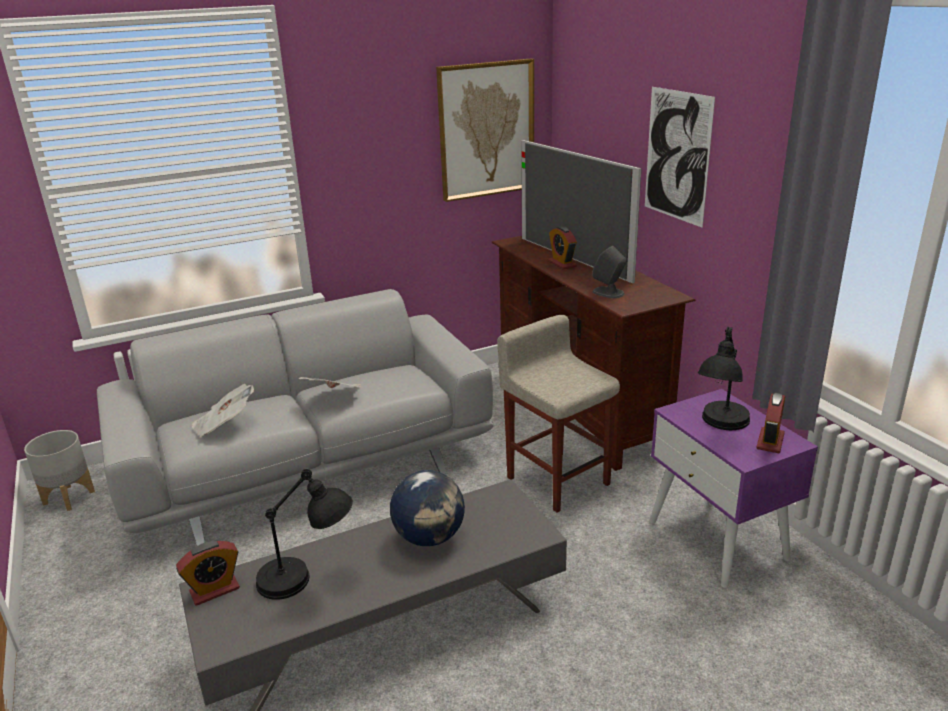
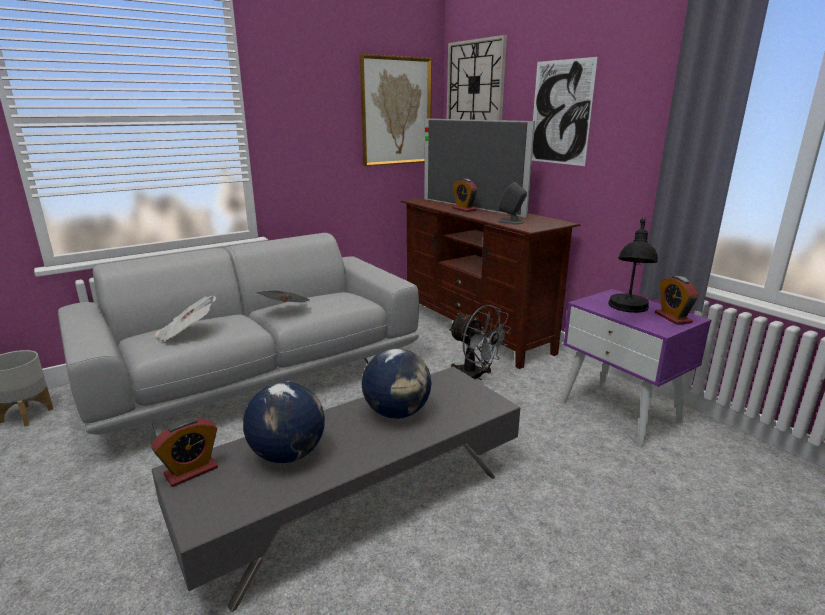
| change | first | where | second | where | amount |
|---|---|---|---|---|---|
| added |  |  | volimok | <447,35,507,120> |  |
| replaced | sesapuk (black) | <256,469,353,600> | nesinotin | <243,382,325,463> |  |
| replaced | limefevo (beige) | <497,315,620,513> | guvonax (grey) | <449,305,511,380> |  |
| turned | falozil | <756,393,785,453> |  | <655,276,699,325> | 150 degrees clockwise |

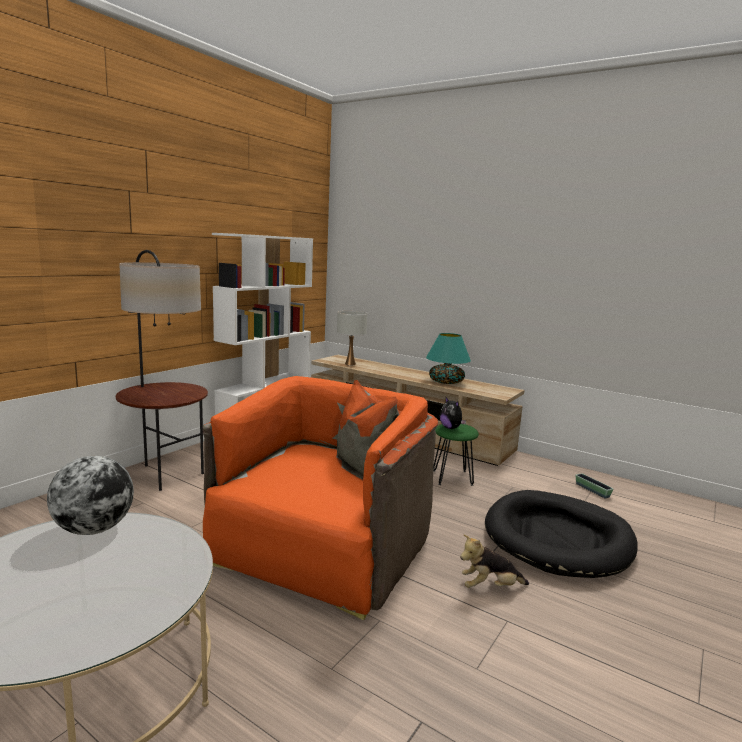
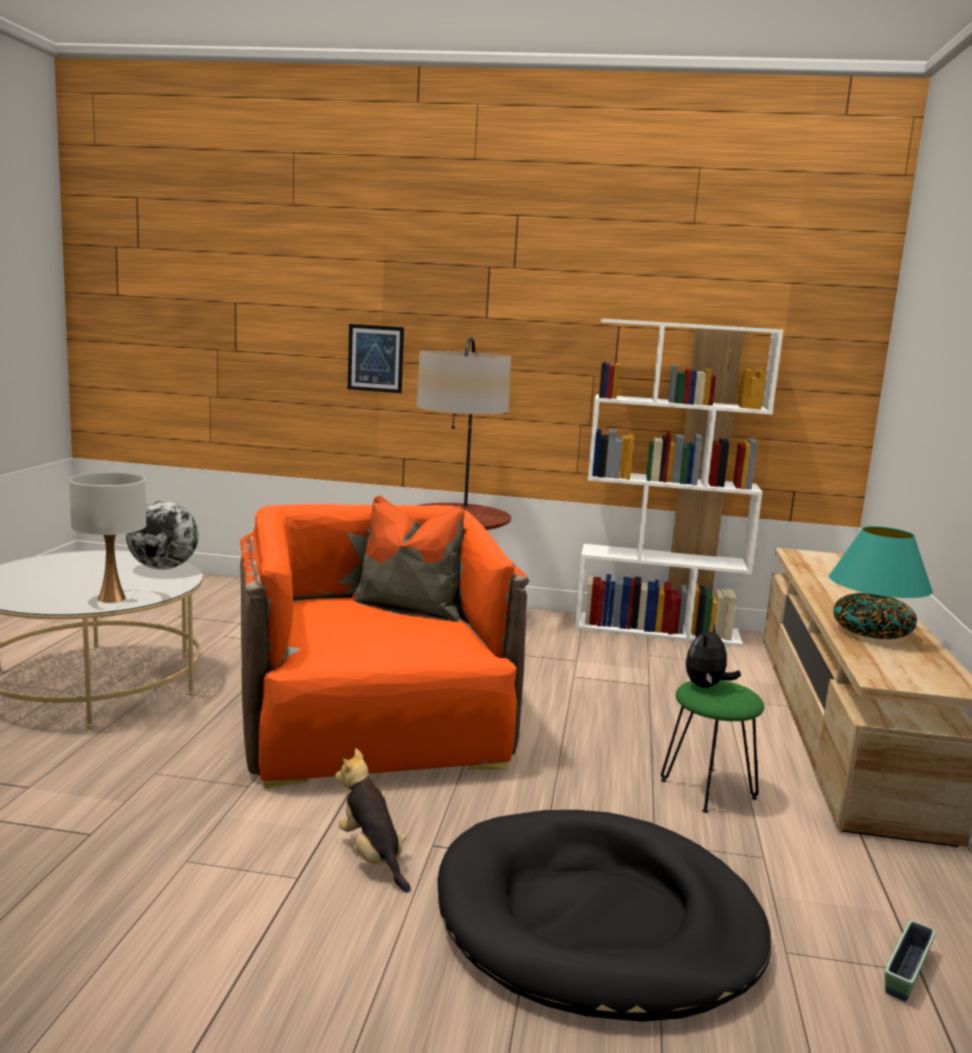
| change | first | where | second | where | amount |
|---|---|---|---|---|---|
| added |  |  | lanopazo | <348,324,404,393> |  |
| moved | sesapuk (white) | <337,311,367,366> |  | <69,472,146,603> |  |
| turned | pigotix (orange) | <202,376,438,621> |  | <240,496,529,789> | 105 degrees counterclockwise |

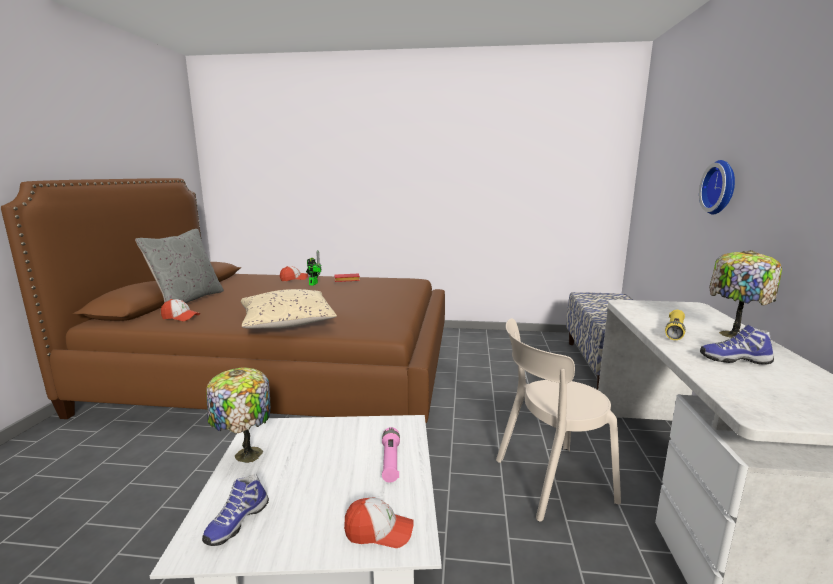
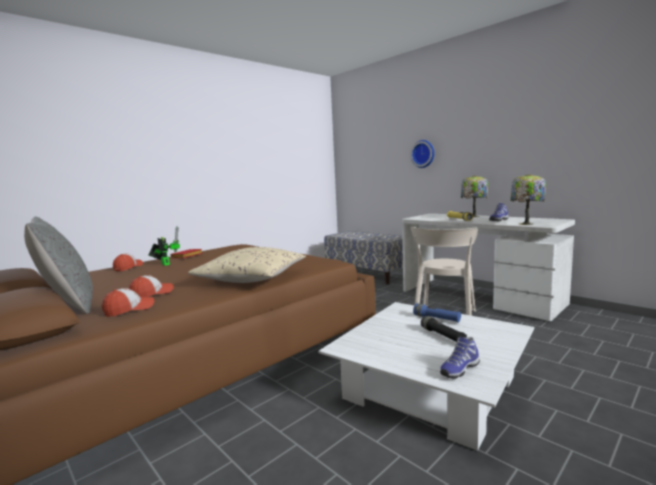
| change | first | where | second | where | amount |
|---|---|---|---|---|---|
| added |  |  | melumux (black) | <421,316,467,342> |  |
| moved | sesapuk | <206,367,271,463> |  | <510,174,546,225> |  |
| moved | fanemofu | <344,497,414,548> |  | <128,275,173,297> |  |
| recoloured | melumux (pink) | <382,427,400,482> | melumux (blue) | <413,304,461,323> |  |
| turned | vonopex | <202,474,269,546> |  | <440,337,480,379> | 75 degrees clockwise |

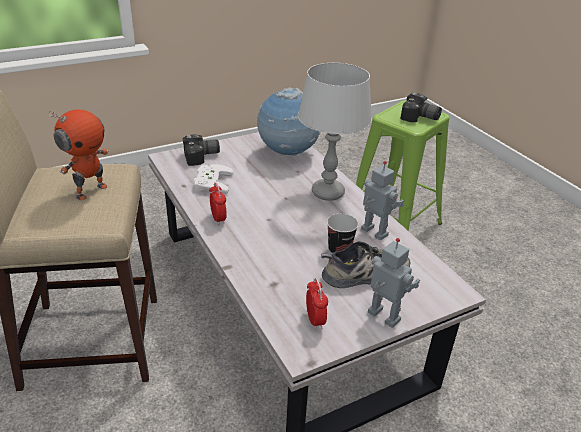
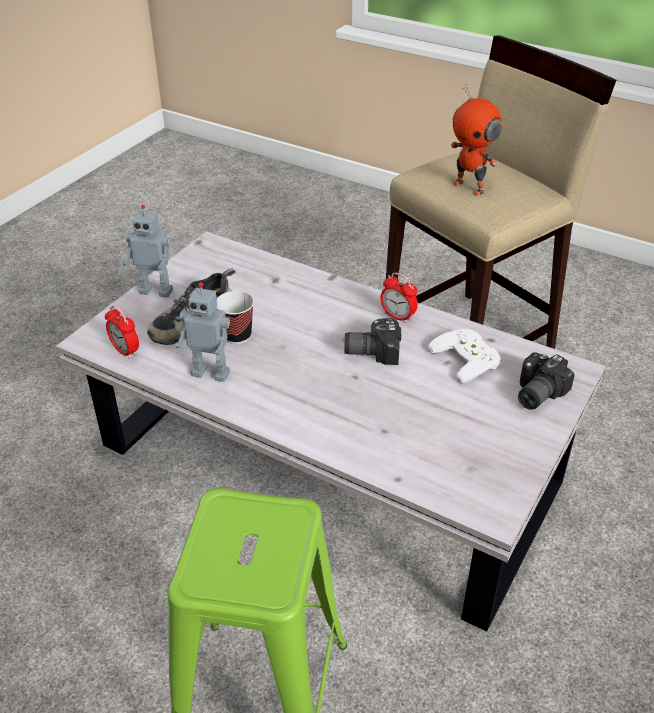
| change | first | where | second | where | amount |
|---|---|---|---|---|---|
| removed | nesinotin | <257,87,321,156> |  |  |  |
| removed | sesapuk (grey) | <298,63,372,201> |  |  |  |
| moved | falozil | <306,278,328,330> |  | <105,306,139,359> |  |
| moved | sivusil | <400,92,442,122> |  | <344,318,401,365> |  |
| turned | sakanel | <49,109,108,200> |  | <451,84,502,196> | 45 degrees counterclockwise |

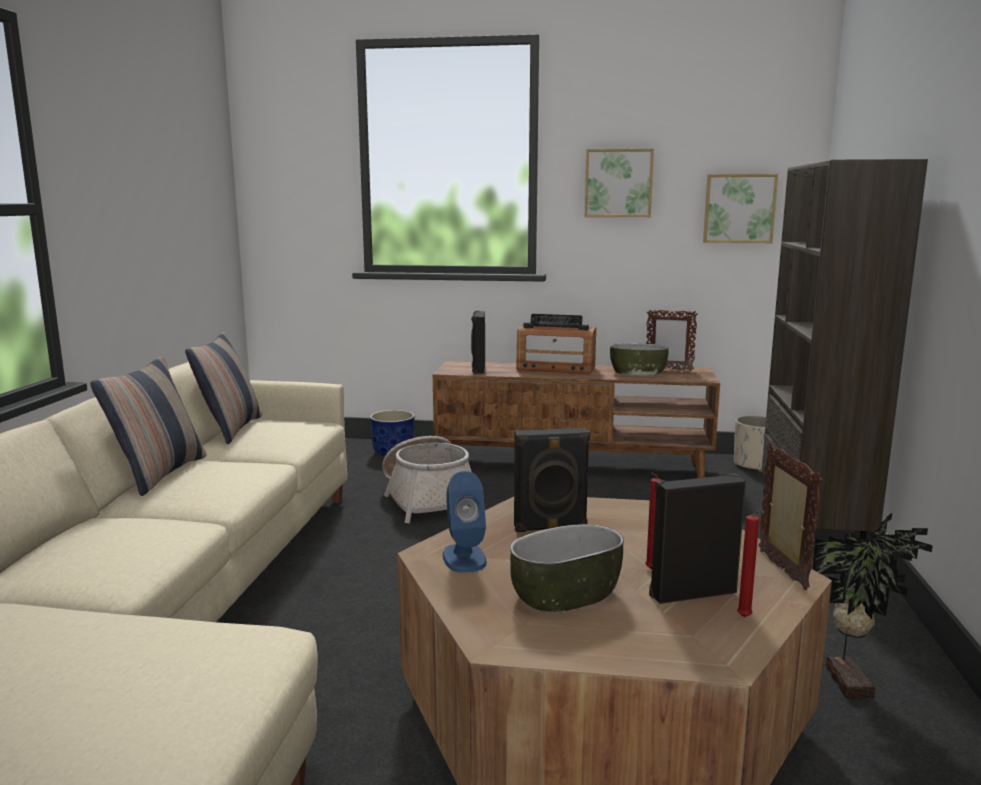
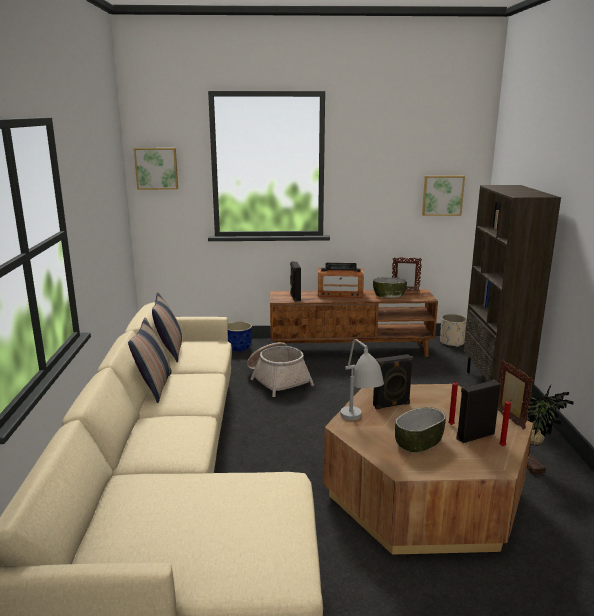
| change | first | where | second | where | amount |
|---|---|---|---|---|---|
| moved | lanopazo | <585,149,654,217> |  | <134,148,178,190> |  |
| replaced | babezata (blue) | <443,471,487,573> | sesapuk (grey) | <340,339,384,420> |  |

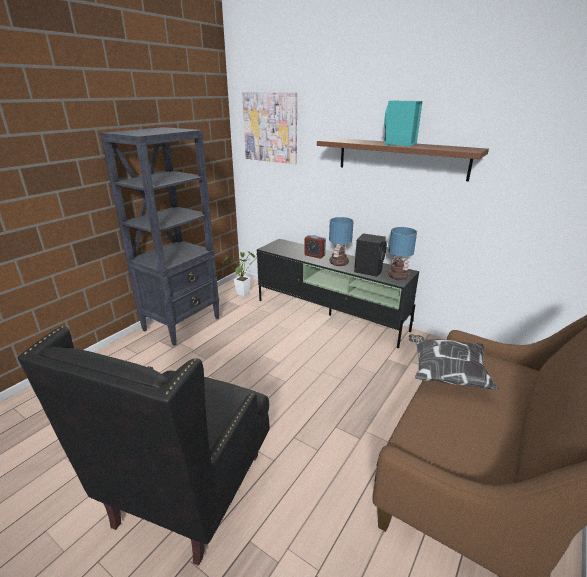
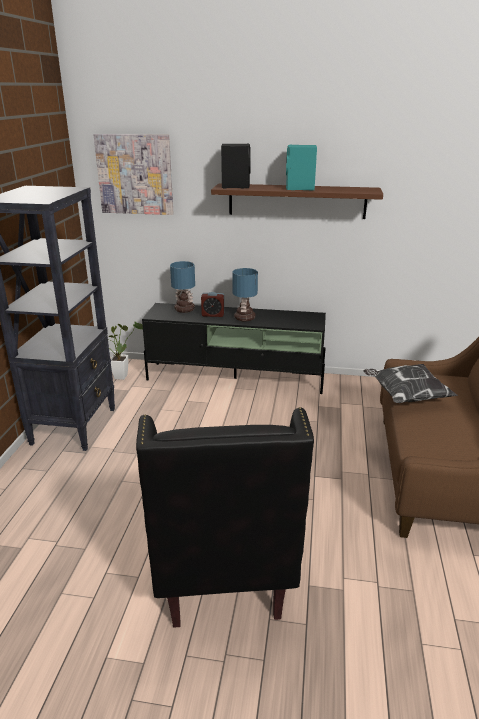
| change | first | where | second | where | amount |
|---|---|---|---|---|---|
| moved | babezata (black) | <354,233,387,277> |  | <221,144,251,188> |  |
| moved | sesapuk | <388,227,417,280> |  | <170,261,195,313> |  |

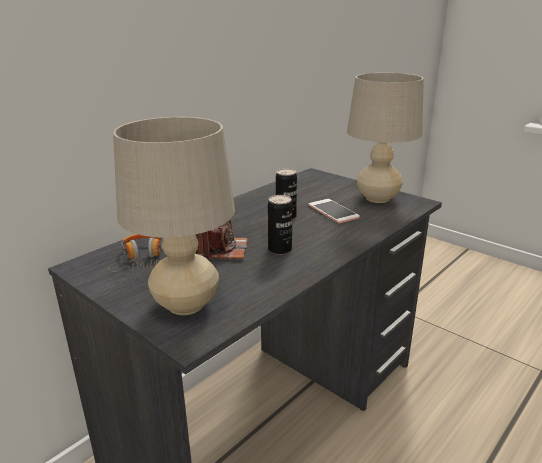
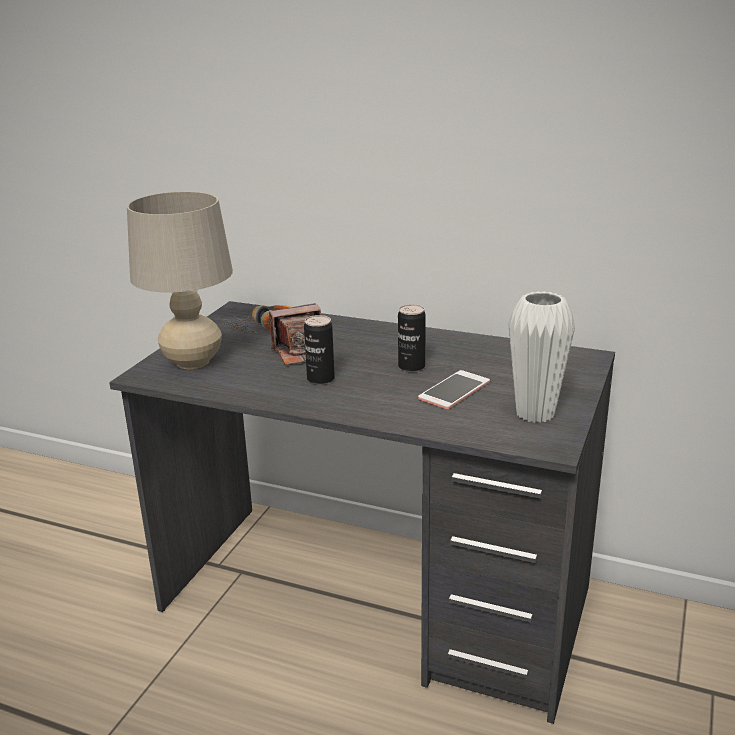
| change | first | where | second | where | amount |
|---|---|---|---|---|---|
| replaced | sesapuk (beige) | <347,73,424,203> | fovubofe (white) | <508,291,575,423> |  |

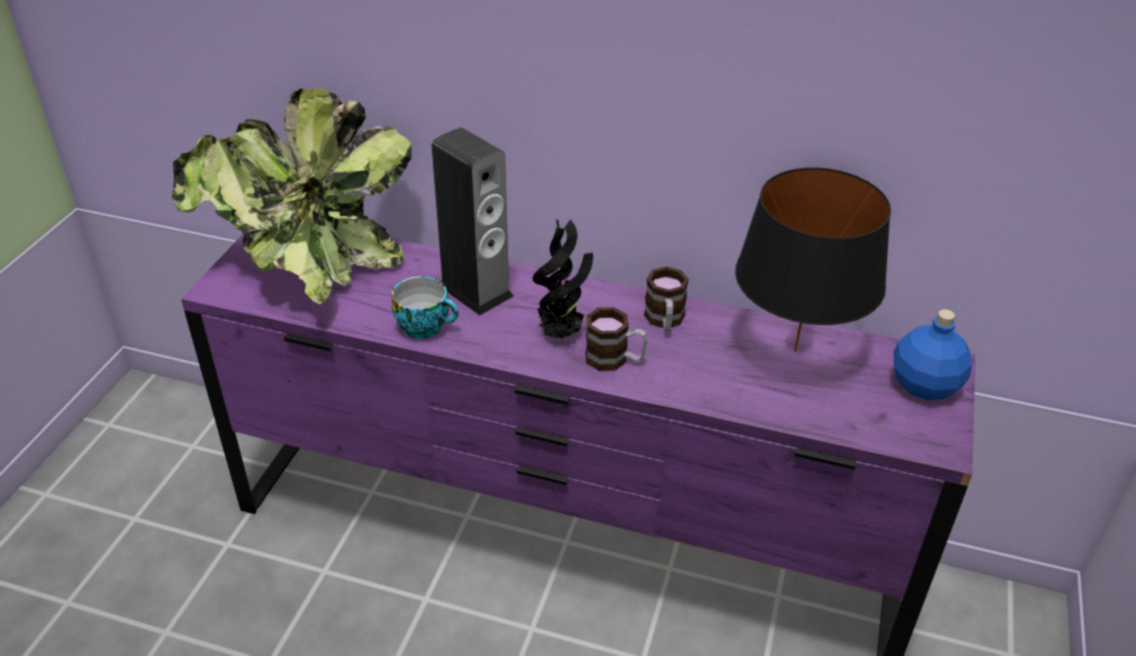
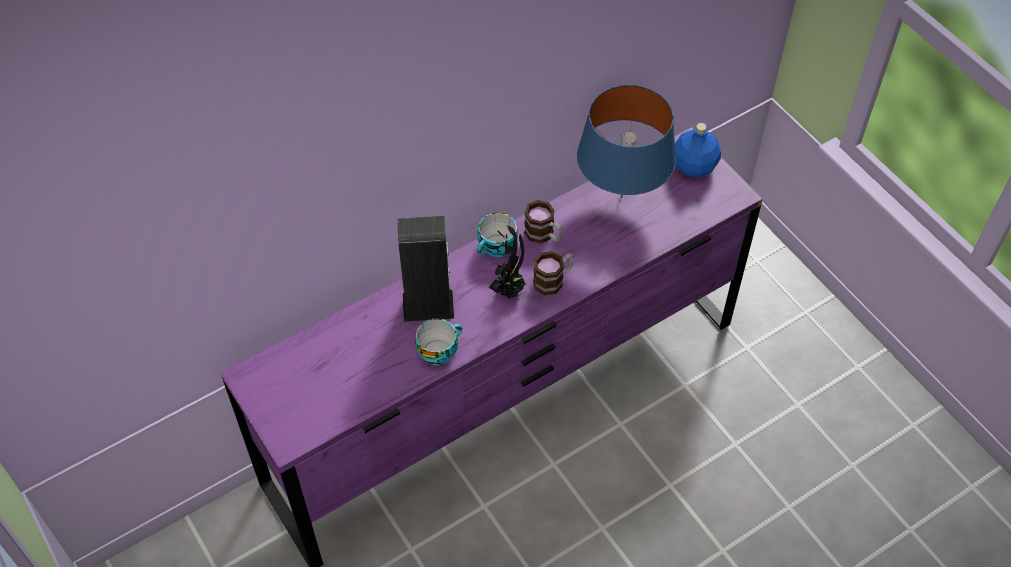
| change | first | where | second | where | amount |
|---|---|---|---|---|---|
| removed | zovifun | <172,88,412,304> |  |  |  |
| added |  |  | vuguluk | <477,212,518,257> |  |
| recoloured | sesapuk (black) | <735,167,891,352> | sesapuk (blue) | <577,85,676,198> |  |

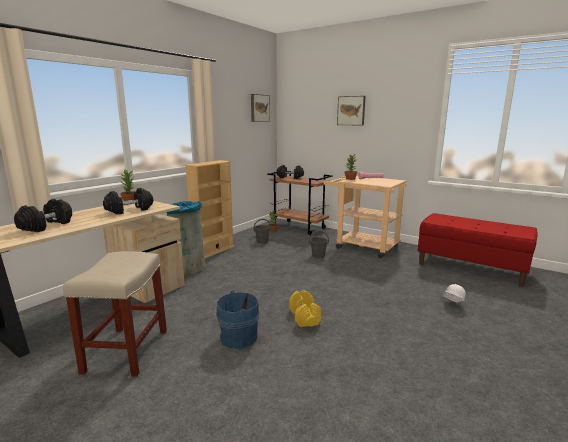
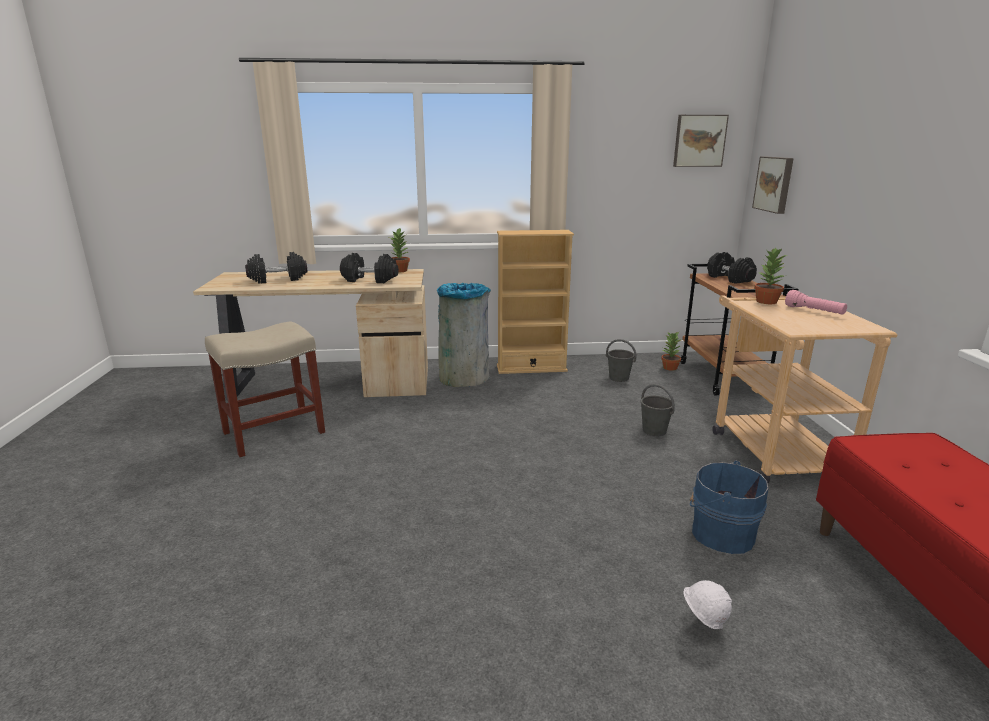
| change | first | where | second | where | amount |
|---|---|---|---|---|---|
| removed | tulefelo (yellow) | <289,290,322,327> |  |  |  |
| moved | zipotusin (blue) | <214,291,259,349> |  | <690,460,769,554> |  |
| moved | lanopazo | <337,96,365,126> |  | <752,156,794,214> |  |

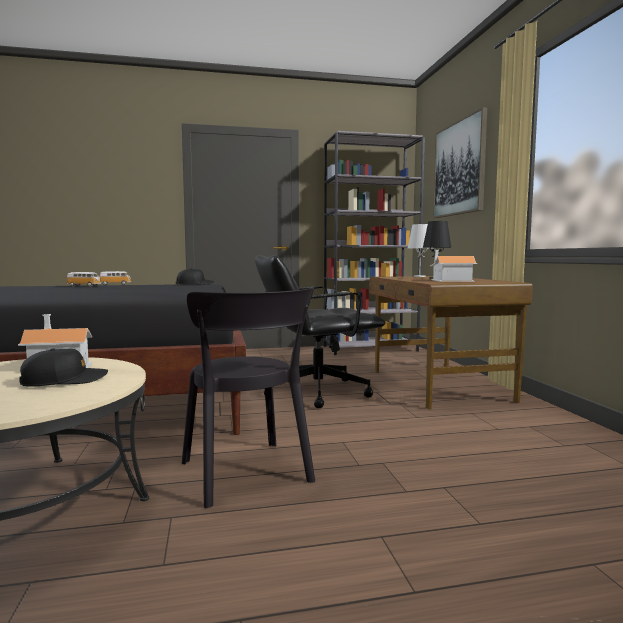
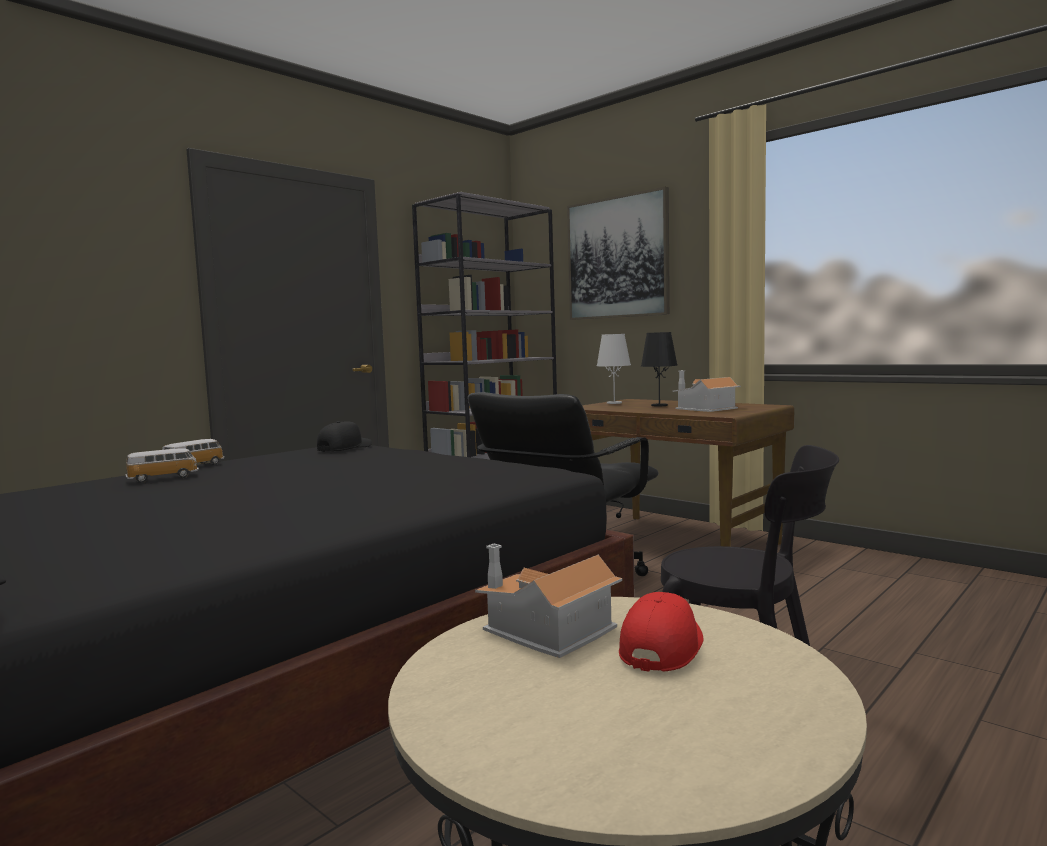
| change | first | where | second | where | amount |
|---|---|---|---|---|---|
| recoloured | fanemofu (black) | <19,348,108,387> | fanemofu (red) | <619,592,704,671> |  |

